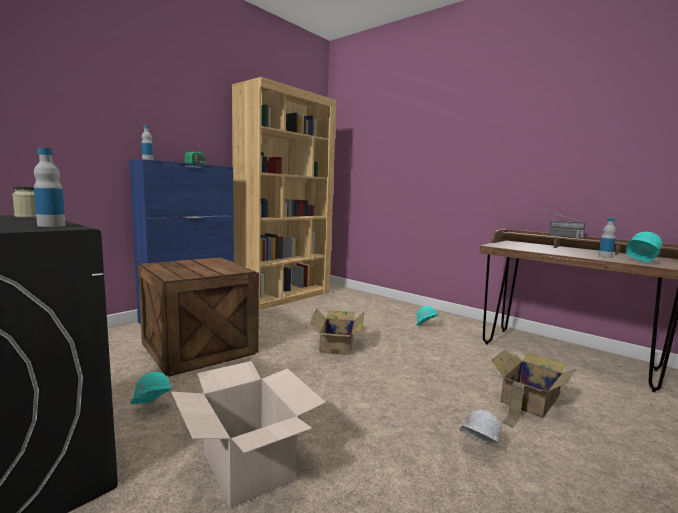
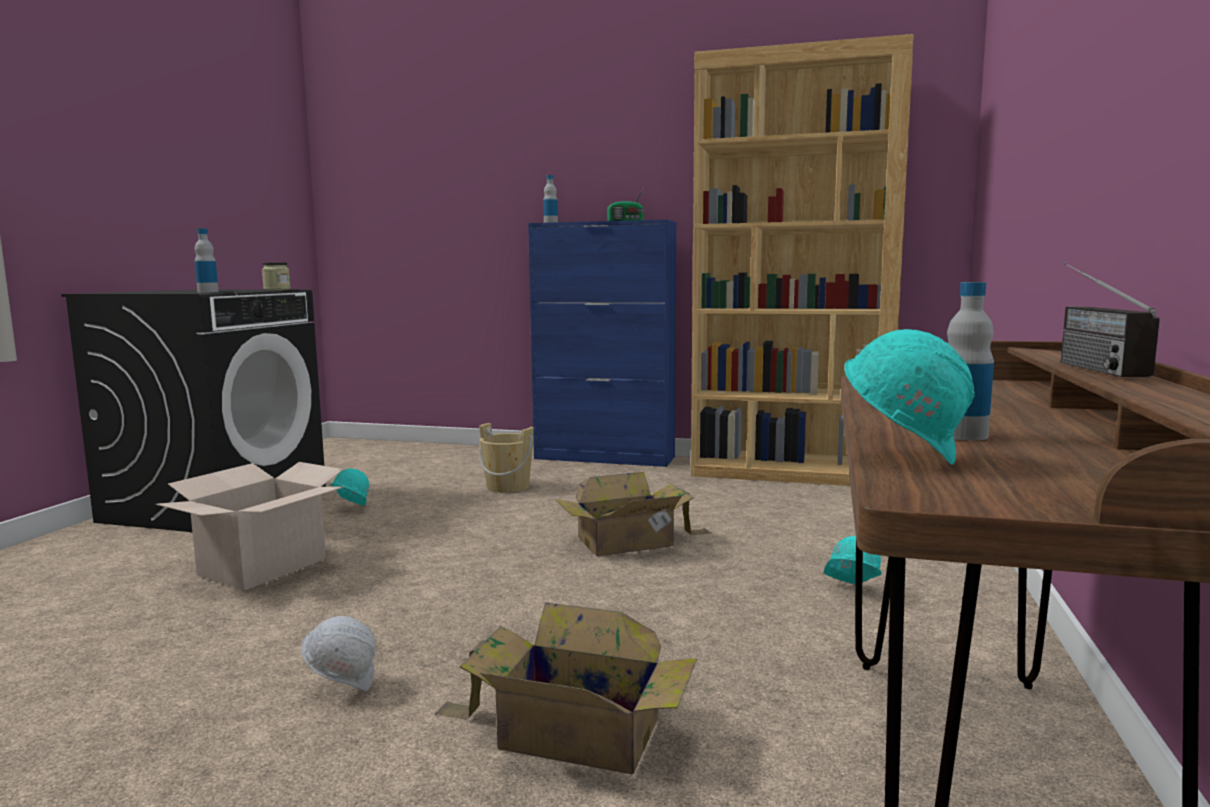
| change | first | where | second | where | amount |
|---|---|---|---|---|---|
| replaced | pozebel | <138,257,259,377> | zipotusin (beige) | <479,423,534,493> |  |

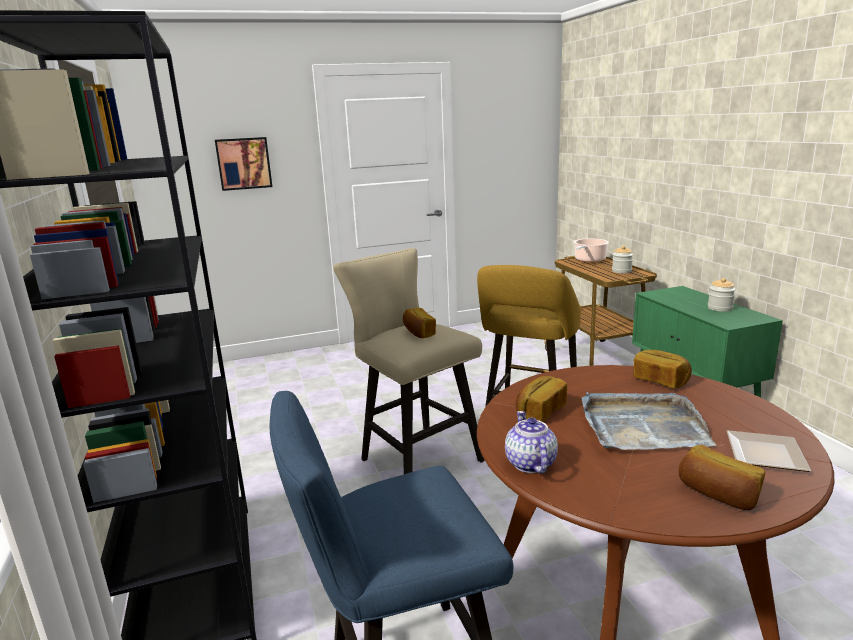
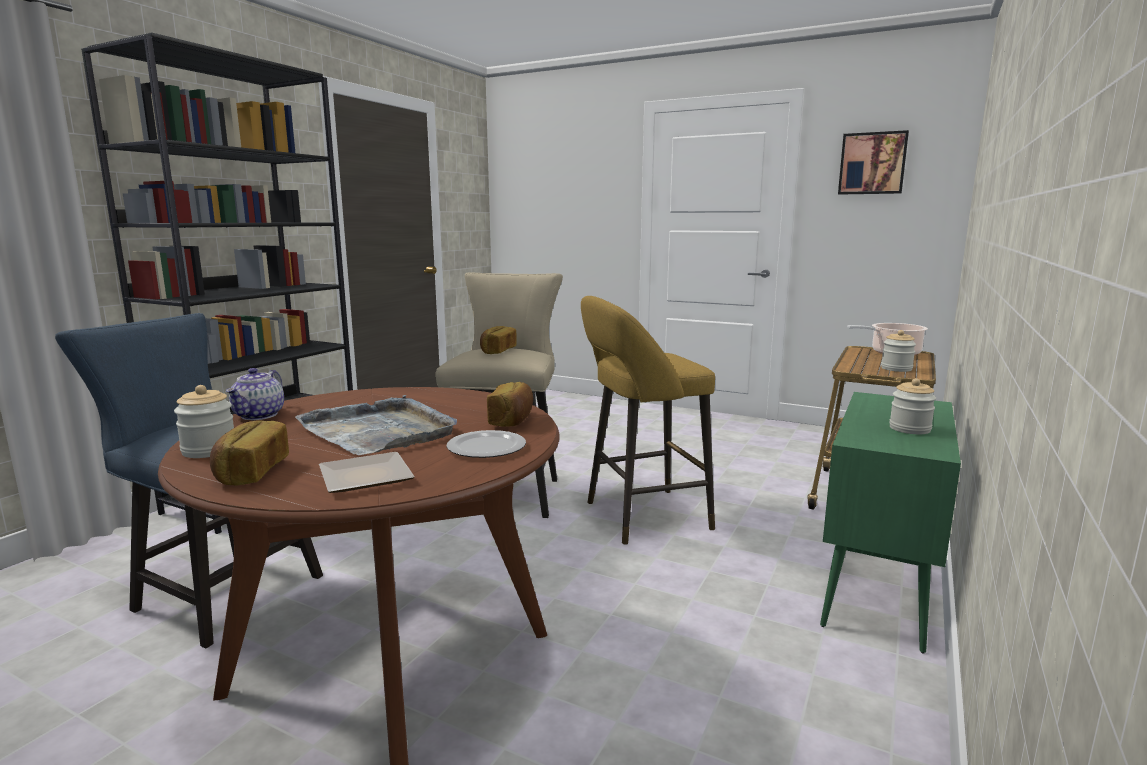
| change | first | where | second | where | amount |
|---|---|---|---|---|---|
| removed | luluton | <516,376,567,422> |  |  |  |
| added |  |  | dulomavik | <174,385,234,458> |  |
| added |  |  | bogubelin | <447,430,526,458> |  |
| moved | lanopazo | <215,137,272,191> |  | <838,130,909,195> |  |
| turned | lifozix | <505,411,558,474> |  | <226,368,284,420> | 150 degrees clockwise |

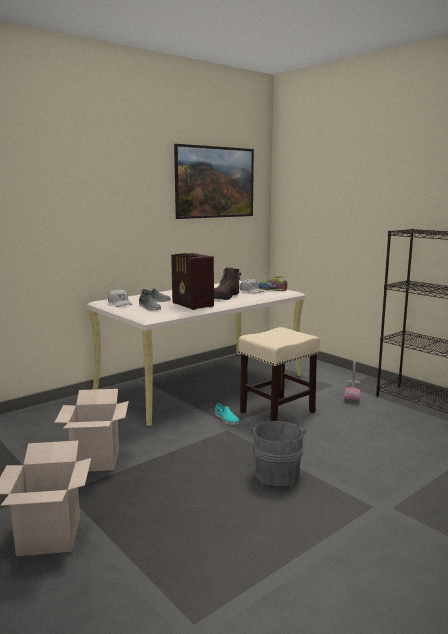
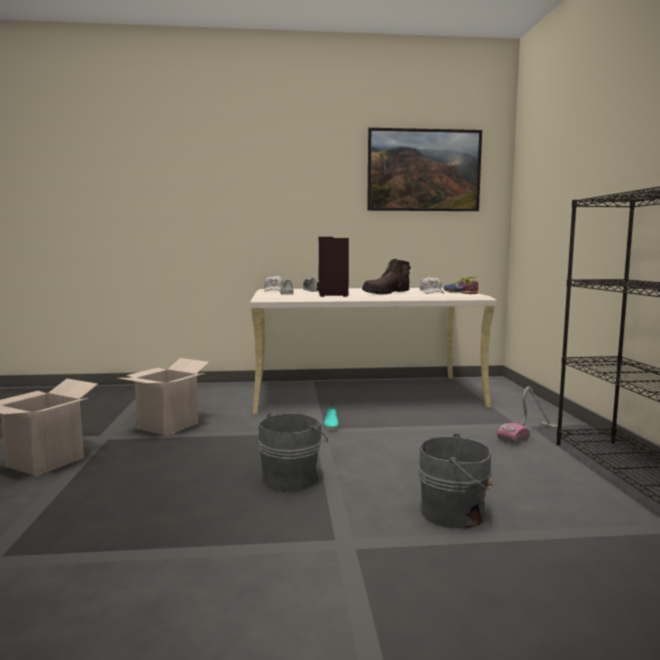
| change | first | where | second | where | amount |
|---|---|---|---|---|---|
| removed | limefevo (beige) | <239,327,320,421> |  |  |  |
| added |  |  | zipotusin (grey) | <418,433,492,529> |  |

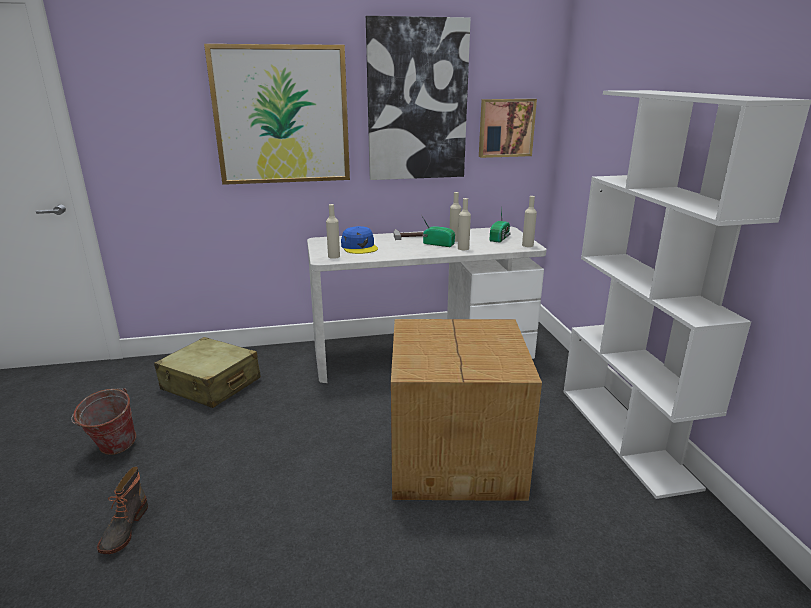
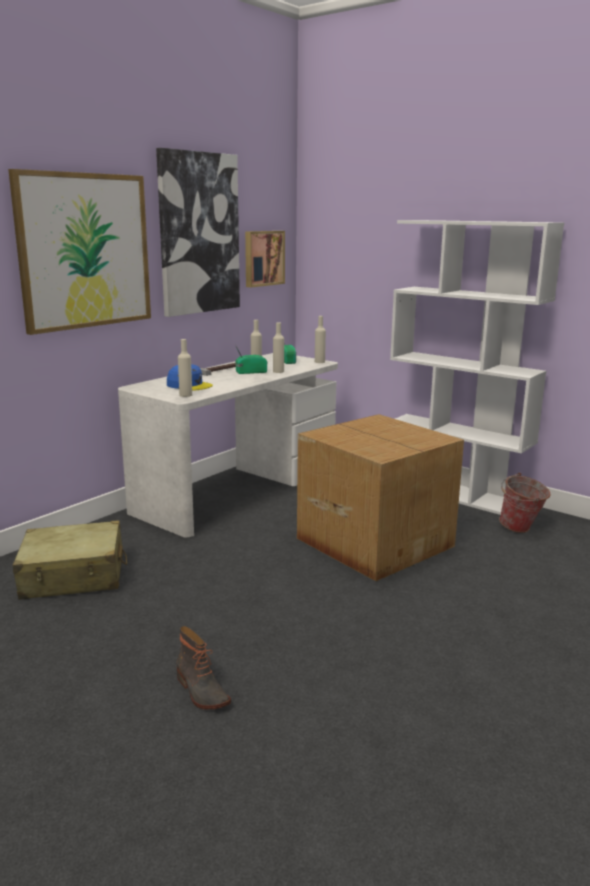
| change | first | where | second | where | amount |
|---|---|---|---|---|---|
| moved | zipotusin | <71,388,136,455> |  | <499,473,550,533> |  |

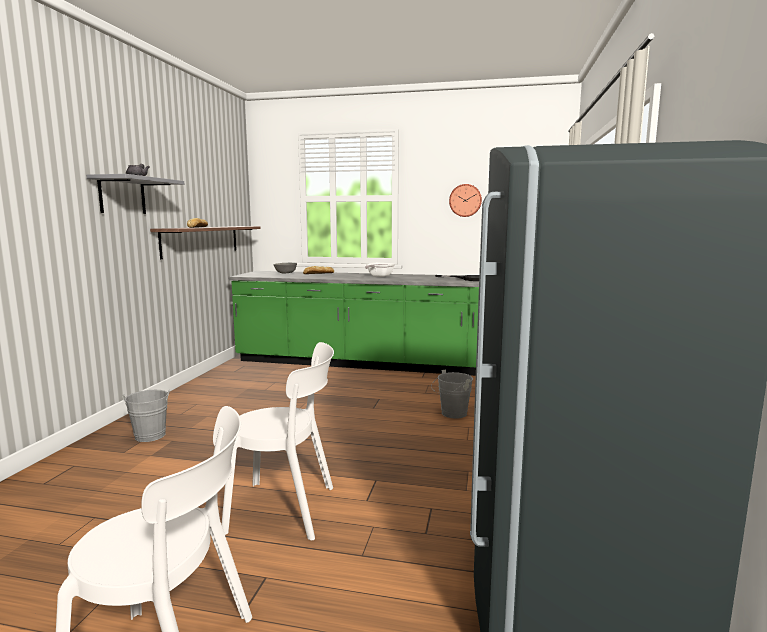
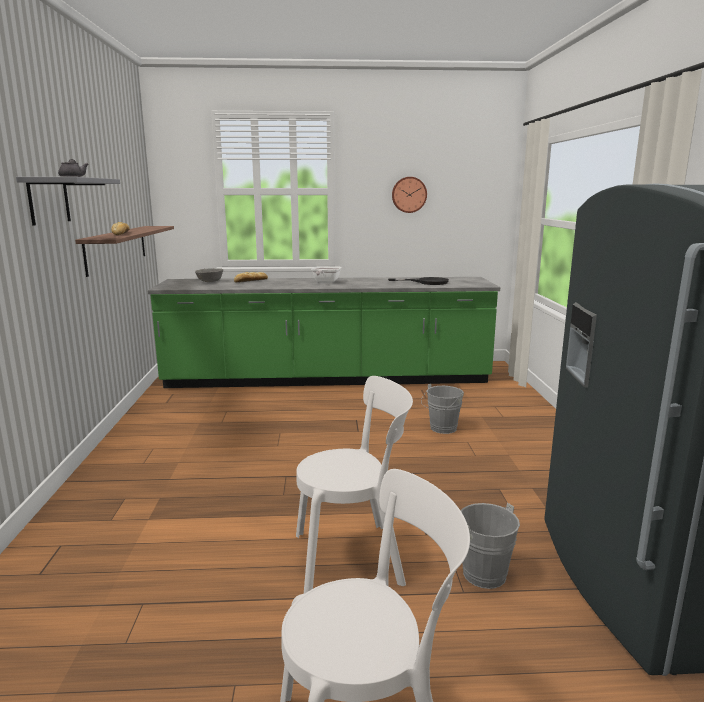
| change | first | where | second | where | amount |
|---|---|---|---|---|---|
| moved | zipotusin (grey) | <122,390,170,442> |  | <461,503,520,589> |  |

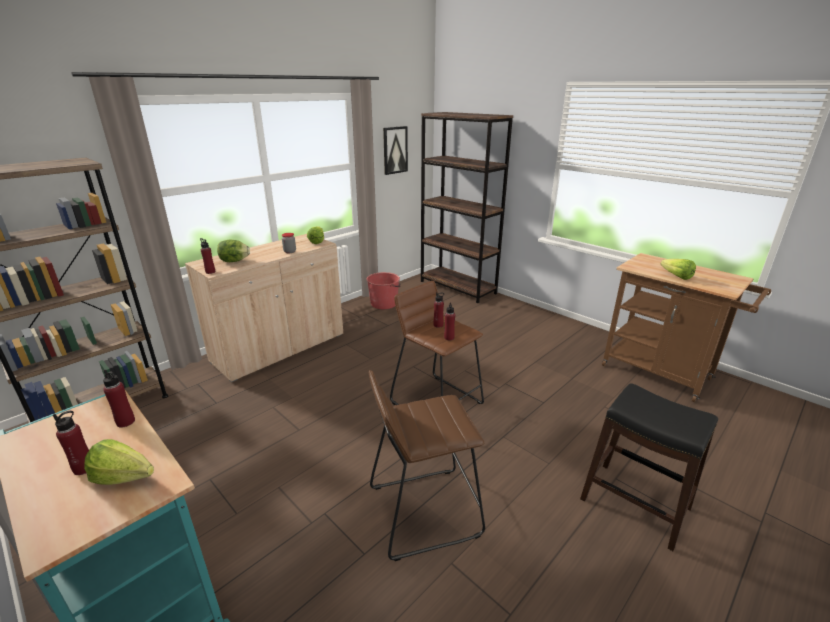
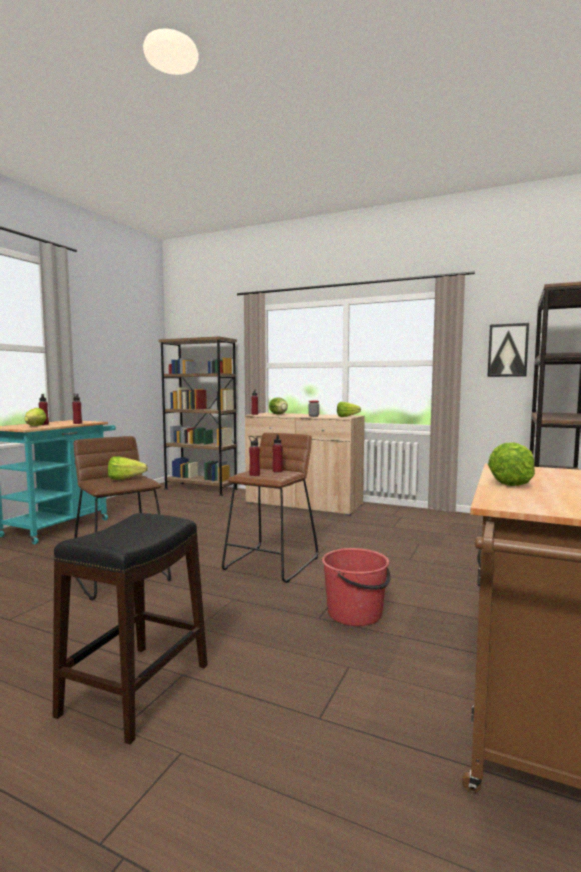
| change | first | where | second | where | amount |
|---|---|---|---|---|---|
| added |  |  | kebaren | <108,456,148,480> |  |
| moved | zipotusin (red) | <366,272,401,309> |  | <322,548,391,626> |  |

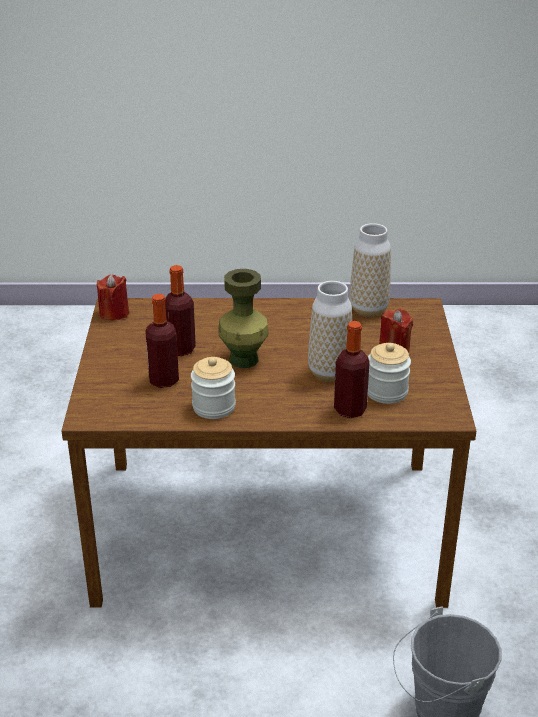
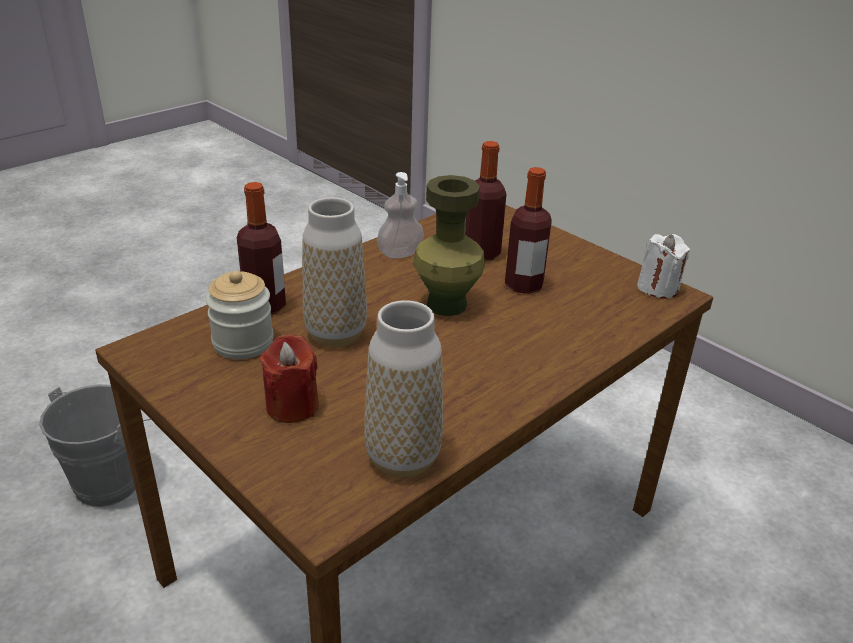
| change | first | where | second | where | amount |
|---|---|---|---|---|---|
| replaced | dulomavik | <191,357,236,419> | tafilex | <377,172,424,258> |  |
| recoloured | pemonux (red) | <97,274,129,320> | pemonux (white) | <637,234,690,298> |  |

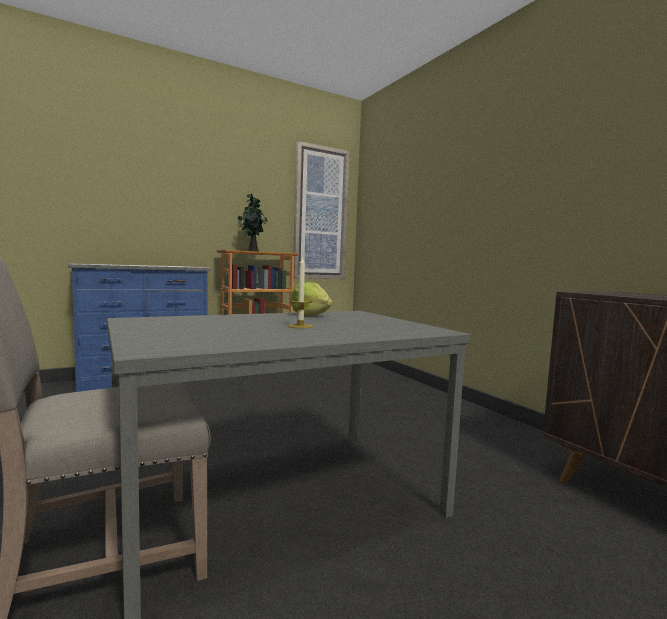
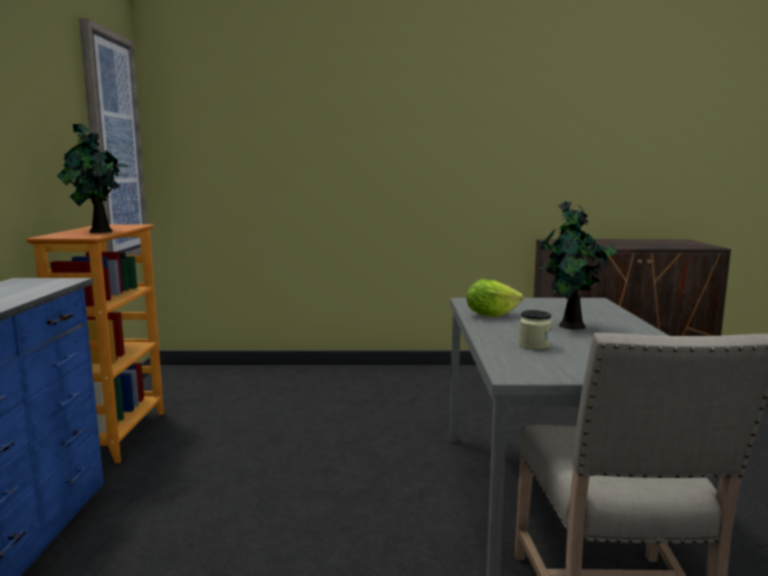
| change | first | where | second | where | amount |
|---|---|---|---|---|---|
| added |  |  | dulomavik | <519,310,552,350> |  |
| replaced | pemonux | <288,256,313,329> | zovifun | <539,201,617,330> |  |

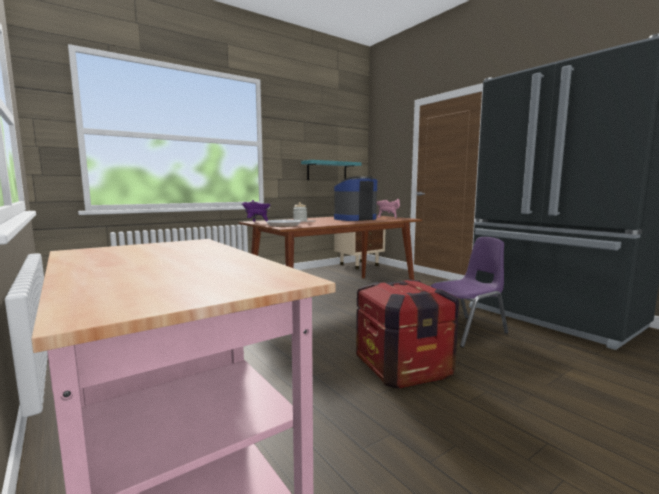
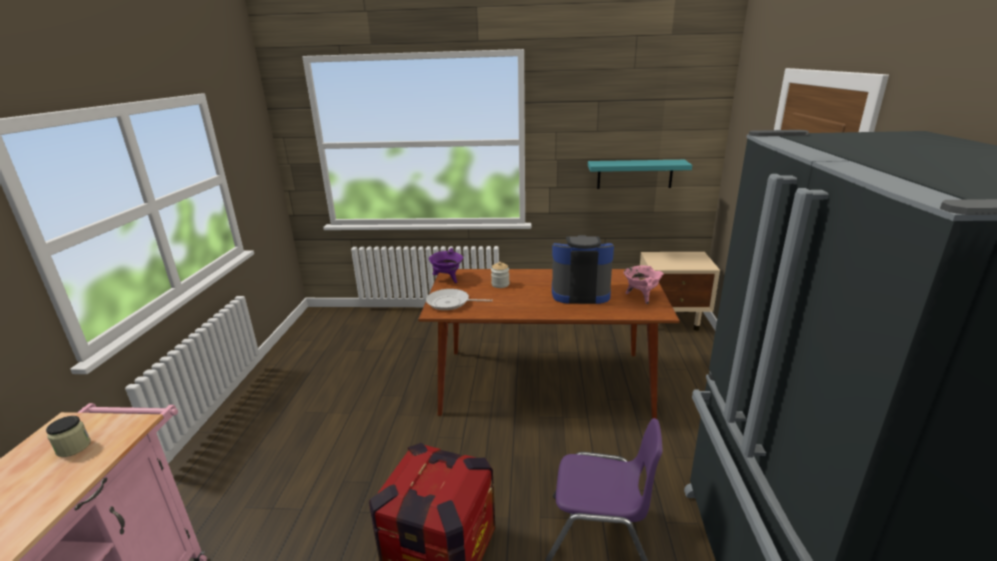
| change | first | where | second | where | amount |
|---|---|---|---|---|---|
| added |  |  | dulomavik | <46,416,91,457> |  |

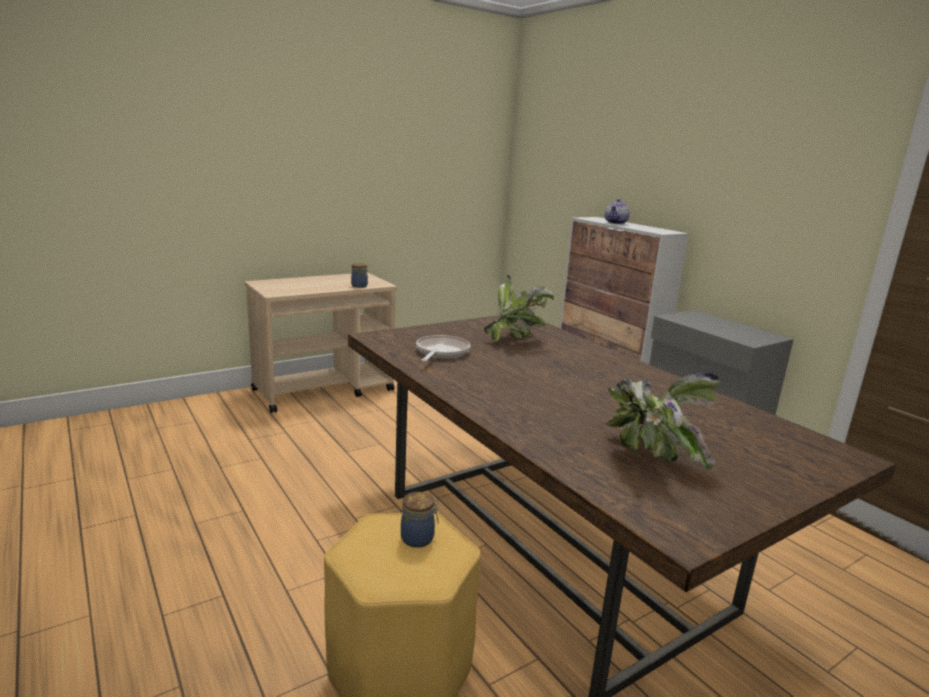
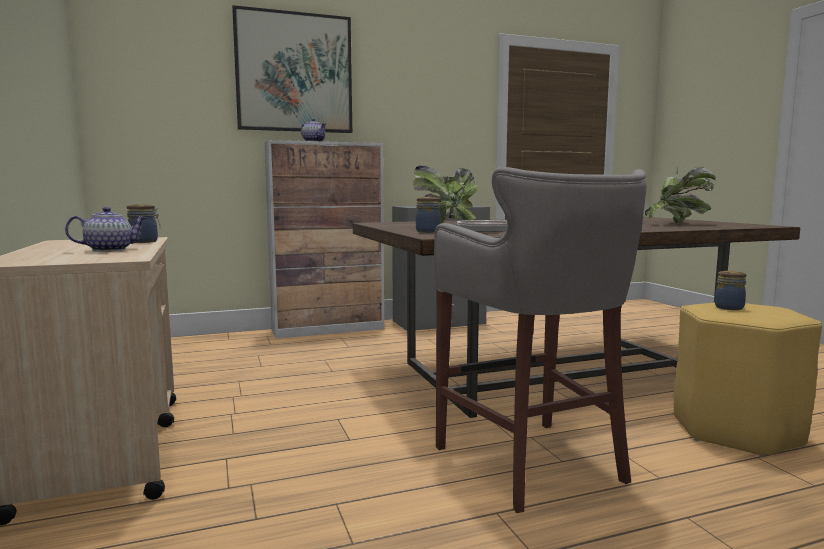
| change | first | where | second | where | amount |
|---|---|---|---|---|---|
| added |  |  | lifozix | <65,207,147,252> |  |
| added |  |  | lanopazo | <232,5,352,133> |  |
| added |  |  | dulomavik | <416,197,441,233> |  |
| added |  |  | limefevo (grey) | <434,167,646,513> |  |

